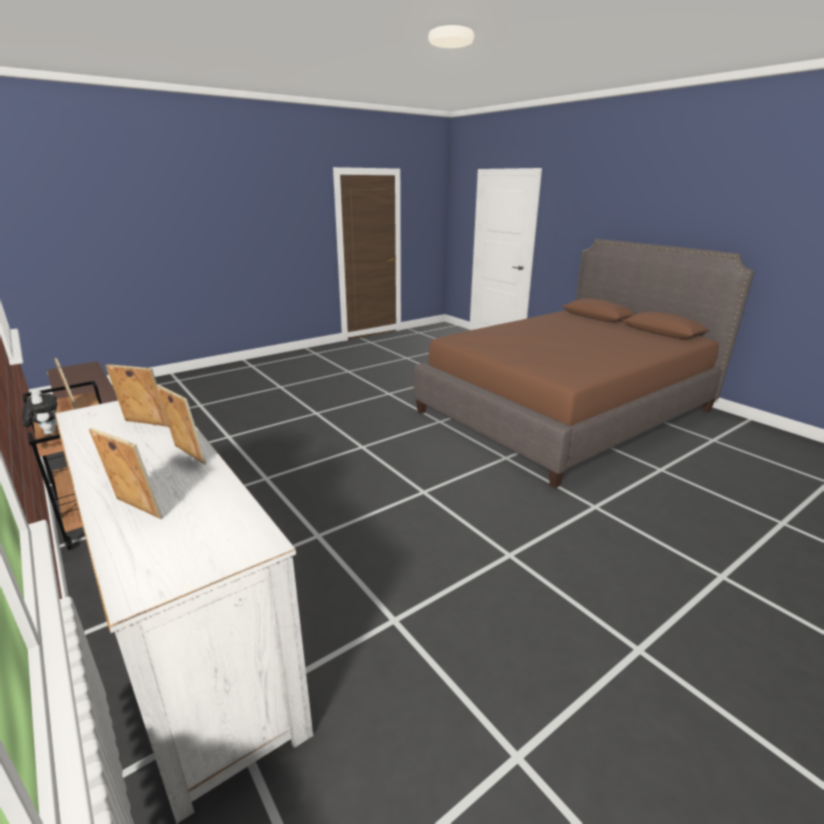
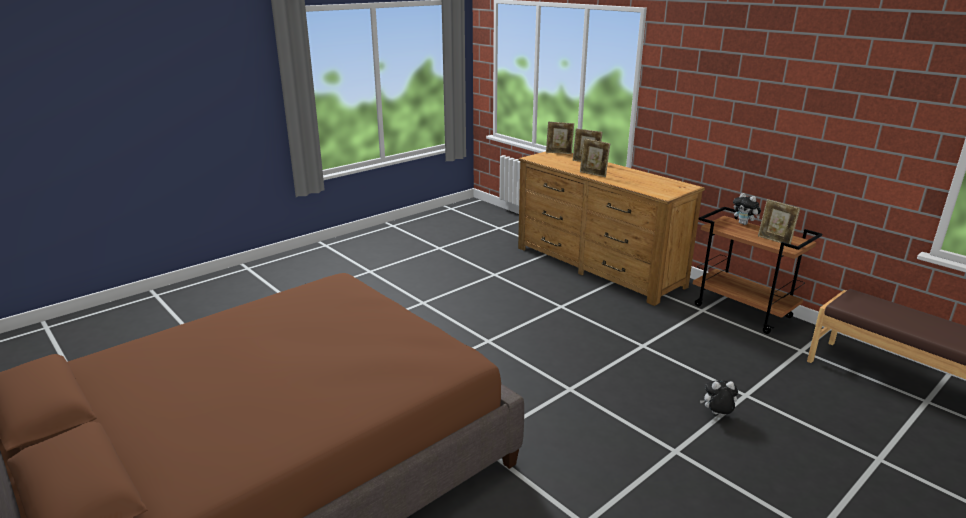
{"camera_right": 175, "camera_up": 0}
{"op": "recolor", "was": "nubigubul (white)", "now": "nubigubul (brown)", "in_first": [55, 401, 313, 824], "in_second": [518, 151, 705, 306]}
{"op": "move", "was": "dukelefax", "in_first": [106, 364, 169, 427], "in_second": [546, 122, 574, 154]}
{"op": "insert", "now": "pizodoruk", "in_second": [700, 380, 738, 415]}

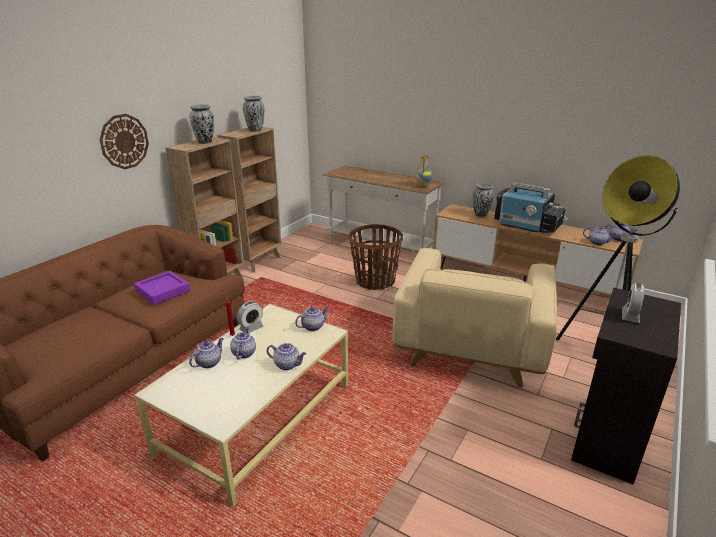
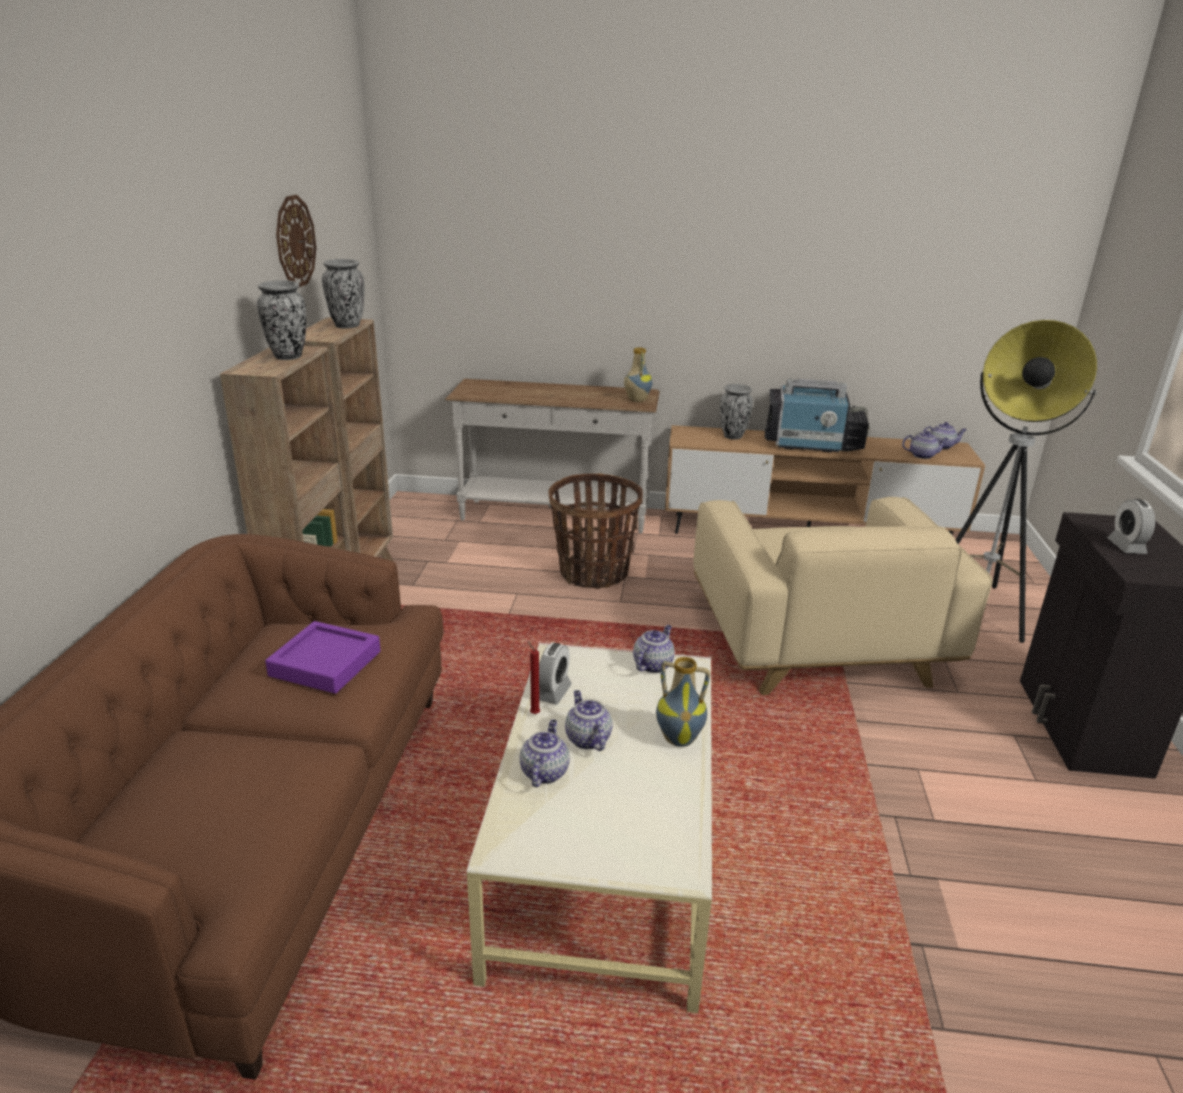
{"camera_right": -25, "camera_up": 0}
{"op": "move", "was": "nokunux", "in_first": [100, 114, 149, 169], "in_second": [276, 195, 316, 287]}
{"op": "replace", "was": "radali", "now": "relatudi", "in_first": [267, 343, 306, 370], "in_second": [656, 657, 710, 747]}

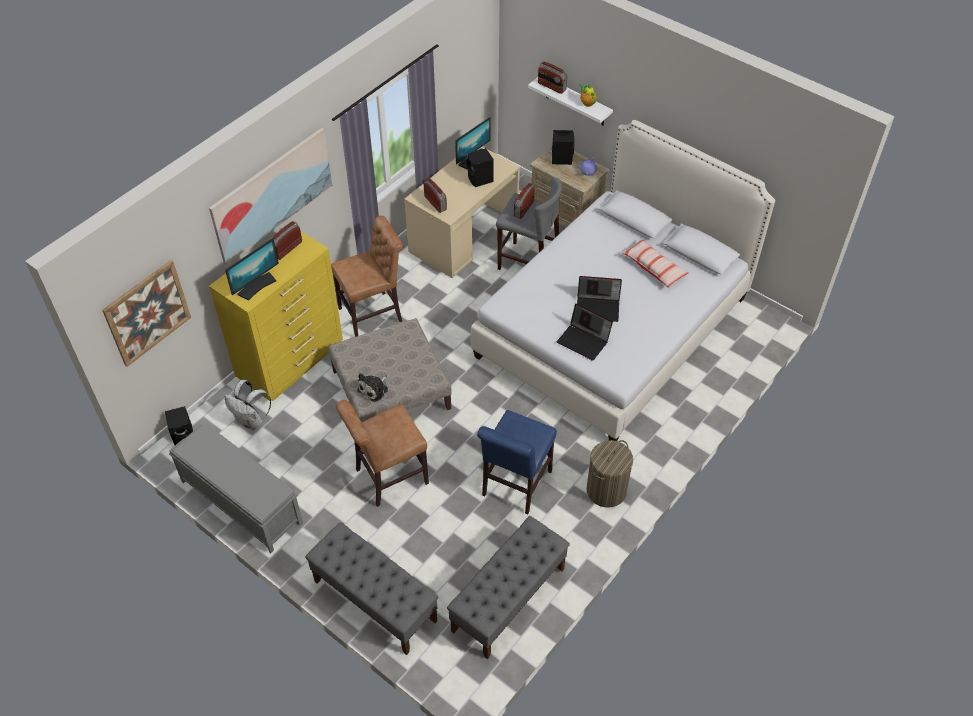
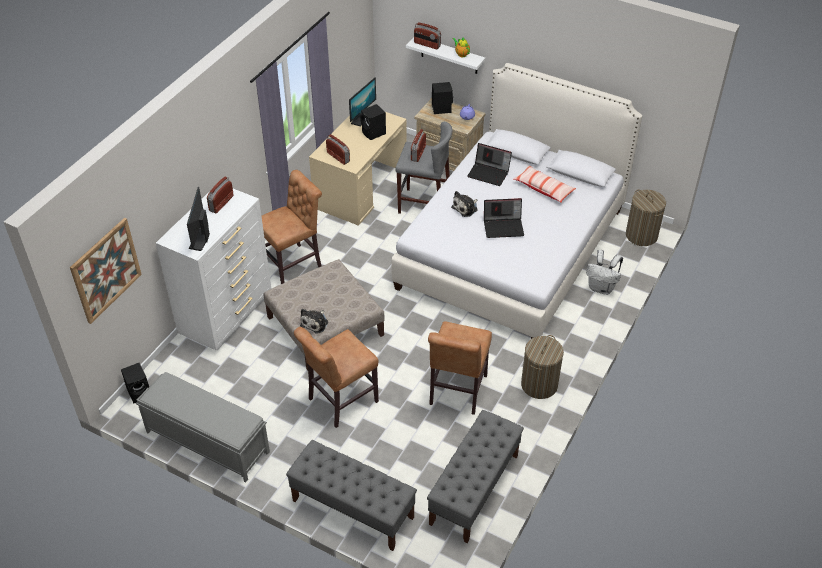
{"camera_right": -10, "camera_up": -5}
{"op": "recolor", "was": "nubigubul (yellow)", "now": "nubigubul (white)", "in_first": [209, 231, 343, 401], "in_second": [156, 189, 272, 351]}
{"op": "rotate", "was": "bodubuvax", "in_first": [225, 238, 279, 301], "in_second": [187, 187, 210, 251], "clockwise": 150}
{"op": "recolor", "was": "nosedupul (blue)", "now": "nosedupul (brown)", "in_first": [477, 410, 557, 514], "in_second": [428, 321, 492, 415]}
{"op": "insert", "now": "pizodoruk", "in_second": [451, 191, 478, 217]}
{"op": "move", "was": "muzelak", "in_first": [557, 304, 613, 361], "in_second": [467, 143, 512, 186]}
{"op": "move", "was": "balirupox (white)", "in_first": [224, 380, 271, 430], "in_second": [586, 250, 623, 295]}
{"op": "insert", "now": "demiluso", "in_second": [626, 190, 666, 246]}
{"op": "delete", "was": "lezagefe", "in_first": [209, 128, 332, 265]}

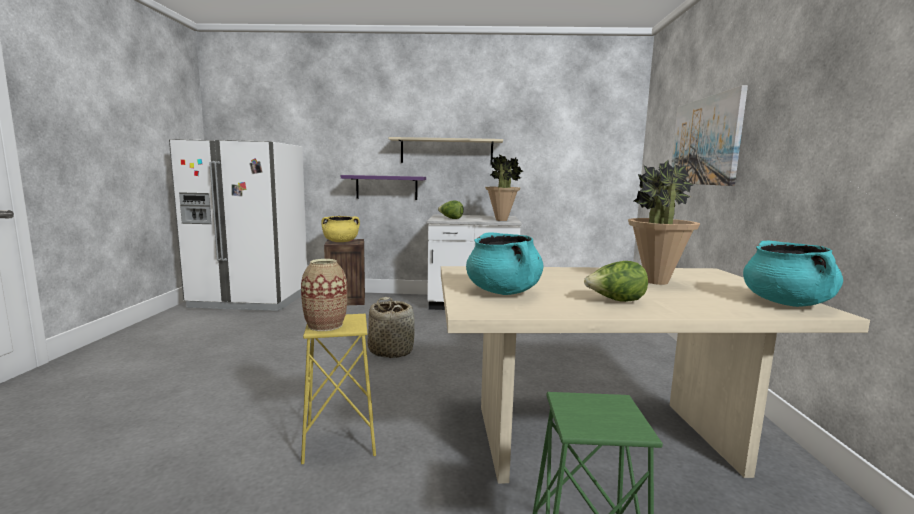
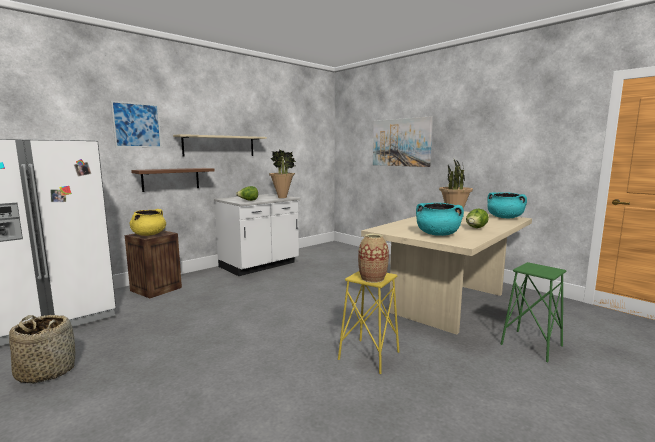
{"camera_right": -45, "camera_up": 0}
{"op": "move", "was": "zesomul", "in_first": [367, 297, 415, 358], "in_second": [9, 315, 75, 384]}
{"op": "insert", "now": "lezagefe", "in_second": [111, 101, 162, 148]}
{"op": "recolor", "was": "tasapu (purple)", "now": "tasapu (brown)", "in_first": [341, 175, 426, 200], "in_second": [131, 168, 214, 192]}

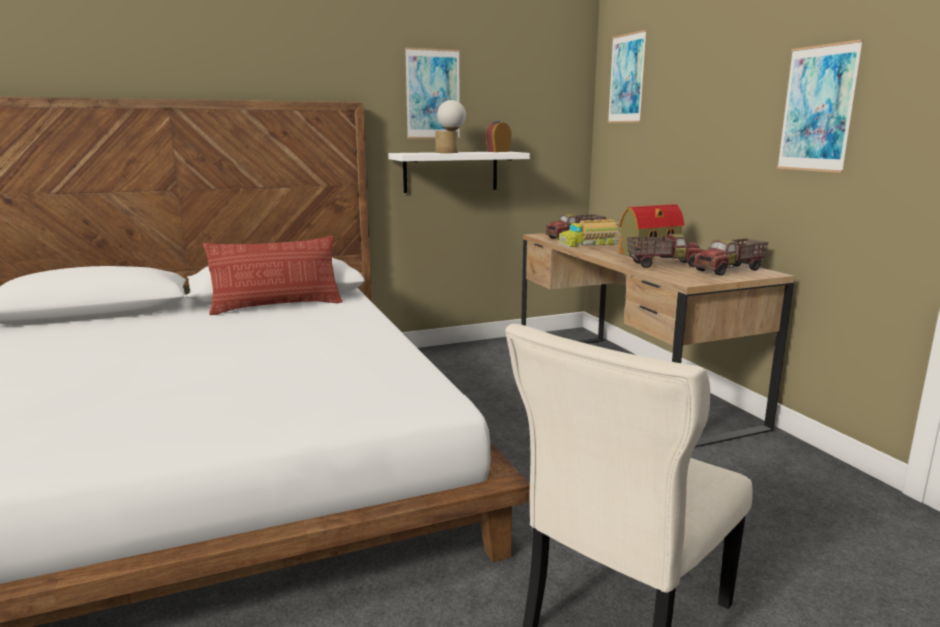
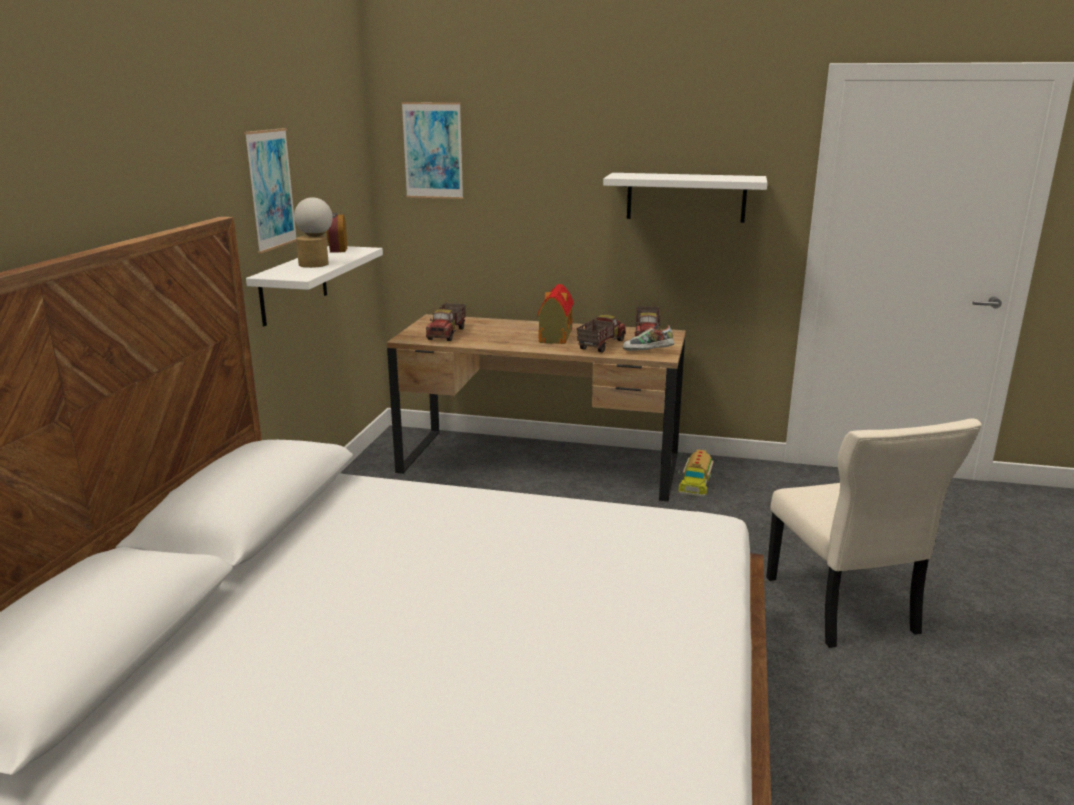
{"camera_right": -55, "camera_up": 5}
{"op": "replace", "was": "lezagefe", "now": "tasapu (white)", "in_first": [777, 39, 864, 173], "in_second": [603, 173, 767, 223]}
{"op": "insert", "now": "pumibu", "in_second": [623, 324, 674, 351]}
{"op": "move", "was": "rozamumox", "in_first": [559, 219, 620, 247], "in_second": [678, 449, 714, 497]}
{"op": "delete", "was": "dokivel", "in_first": [203, 236, 343, 315]}

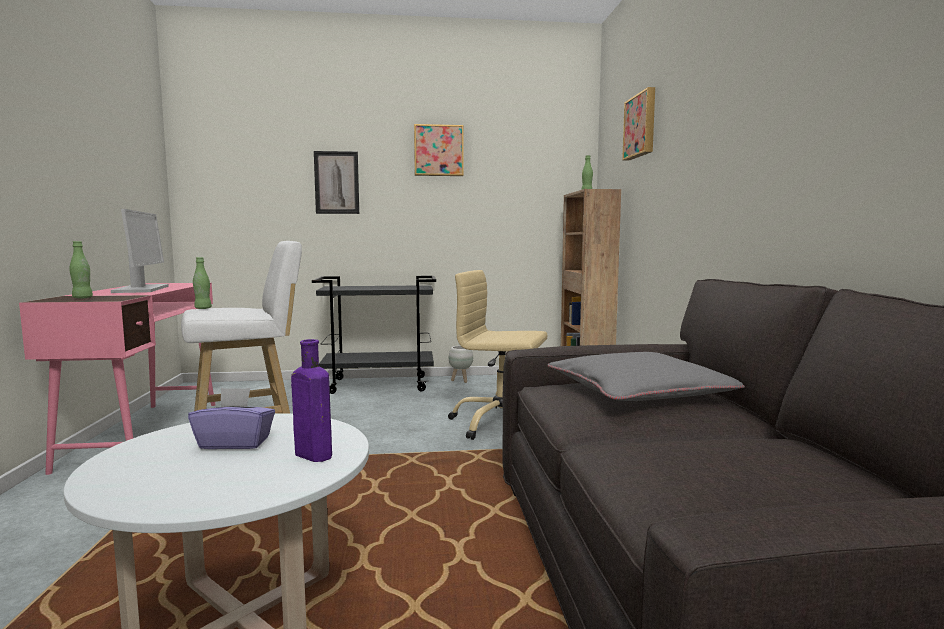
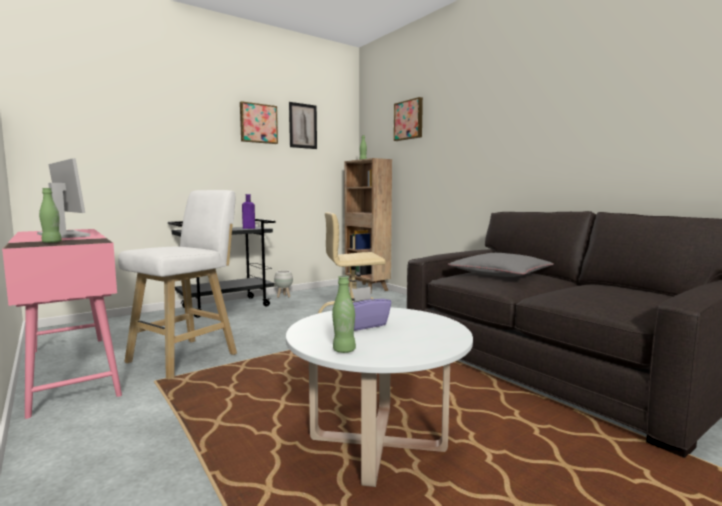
{"camera_right": -30, "camera_up": 0}
{"op": "move", "was": "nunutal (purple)", "in_first": [291, 339, 332, 462], "in_second": [242, 194, 255, 229]}
{"op": "move", "was": "lezagefe", "in_first": [314, 151, 359, 214], "in_second": [289, 102, 317, 149]}
{"op": "move", "was": "nunutal (green)", "in_first": [193, 257, 212, 309], "in_second": [332, 276, 356, 353]}

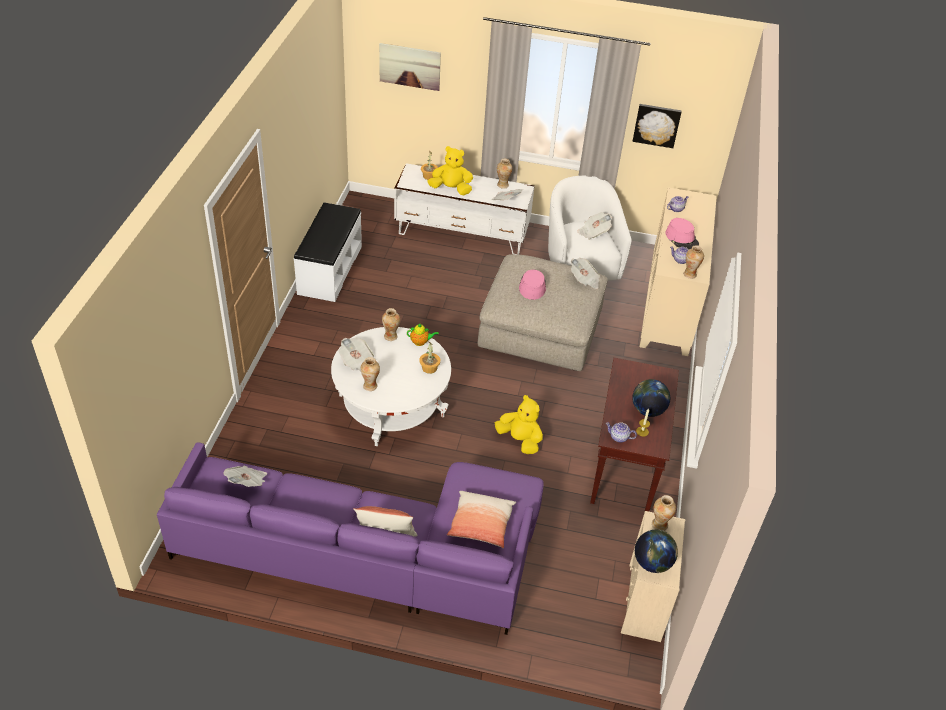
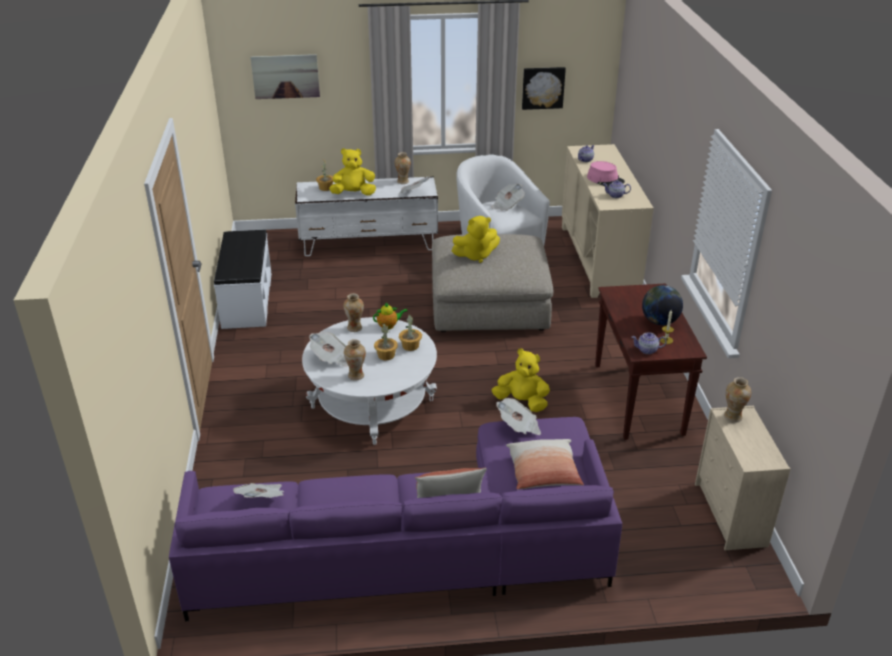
{"camera_right": -15, "camera_up": -10}
{"op": "insert", "now": "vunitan", "in_second": [374, 323, 398, 361]}
{"op": "replace", "was": "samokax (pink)", "now": "pizodoruk (yellow)", "in_first": [519, 270, 546, 300], "in_second": [452, 216, 500, 263]}
{"op": "move", "was": "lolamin", "in_first": [571, 258, 600, 289], "in_second": [496, 398, 541, 435]}
{"op": "delete", "was": "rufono", "in_first": [635, 529, 678, 573]}
{"op": "delete", "was": "relatudi", "in_first": [683, 245, 704, 279]}

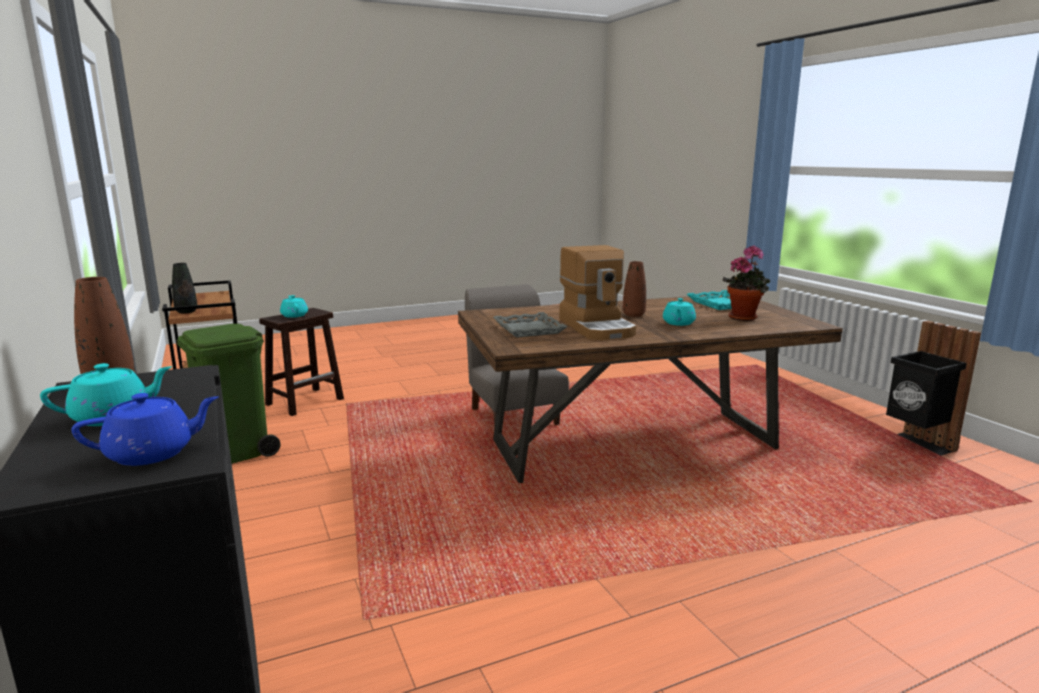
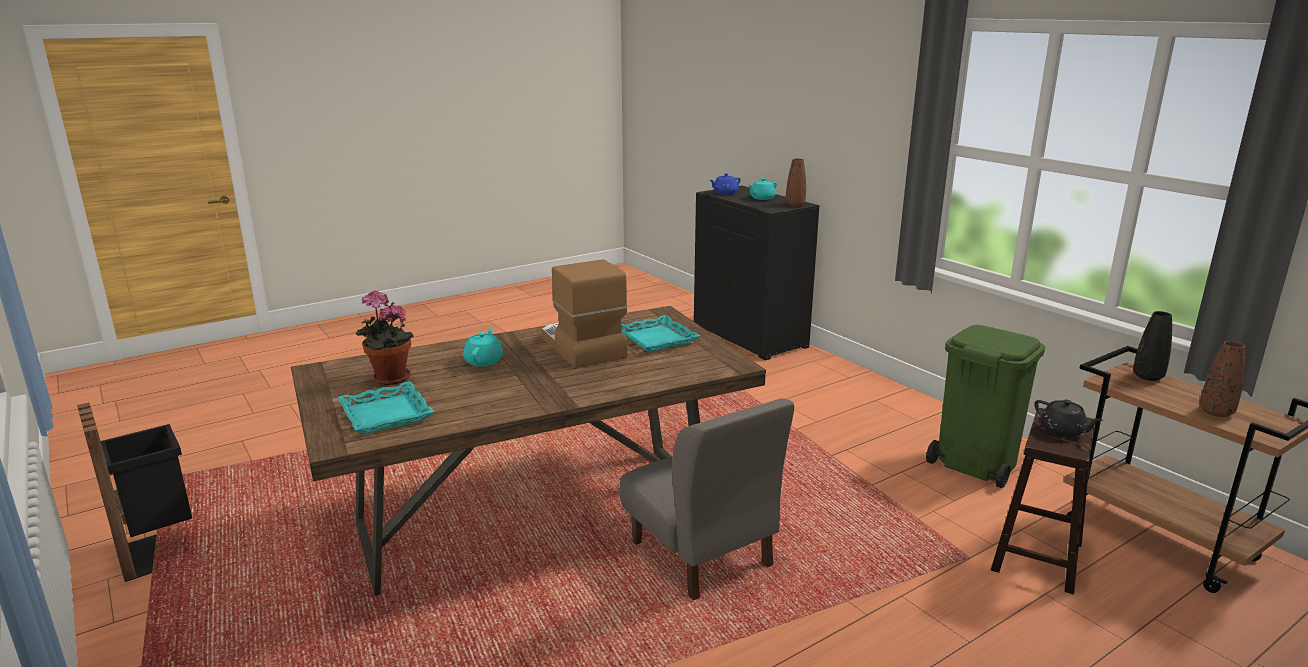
{"camera_right": 170, "camera_up": 5}
{"op": "recolor", "was": "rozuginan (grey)", "now": "rozuginan (turquoise)", "in_first": [493, 312, 567, 338], "in_second": [622, 315, 700, 352]}
{"op": "recolor", "was": "radali (turquoise)", "now": "radali (black)", "in_first": [280, 295, 308, 318], "in_second": [1034, 400, 1103, 437]}
{"op": "move", "was": "relatudi (brown)", "in_first": [623, 261, 646, 317], "in_second": [1200, 341, 1245, 417]}

